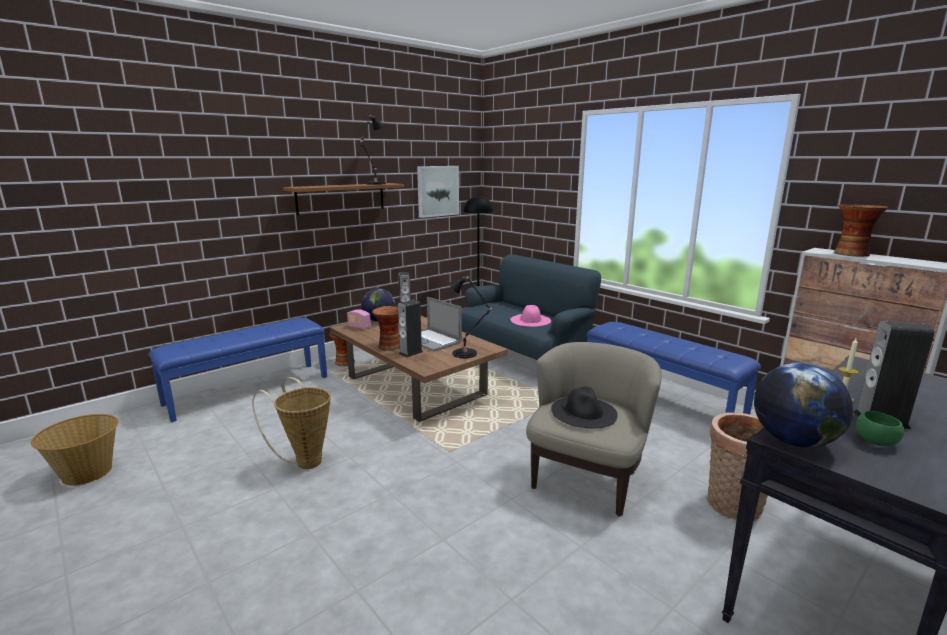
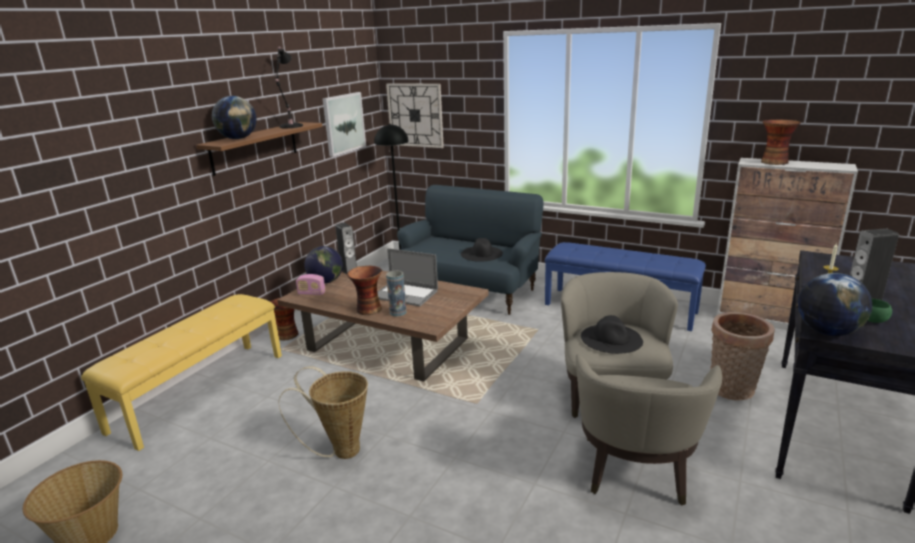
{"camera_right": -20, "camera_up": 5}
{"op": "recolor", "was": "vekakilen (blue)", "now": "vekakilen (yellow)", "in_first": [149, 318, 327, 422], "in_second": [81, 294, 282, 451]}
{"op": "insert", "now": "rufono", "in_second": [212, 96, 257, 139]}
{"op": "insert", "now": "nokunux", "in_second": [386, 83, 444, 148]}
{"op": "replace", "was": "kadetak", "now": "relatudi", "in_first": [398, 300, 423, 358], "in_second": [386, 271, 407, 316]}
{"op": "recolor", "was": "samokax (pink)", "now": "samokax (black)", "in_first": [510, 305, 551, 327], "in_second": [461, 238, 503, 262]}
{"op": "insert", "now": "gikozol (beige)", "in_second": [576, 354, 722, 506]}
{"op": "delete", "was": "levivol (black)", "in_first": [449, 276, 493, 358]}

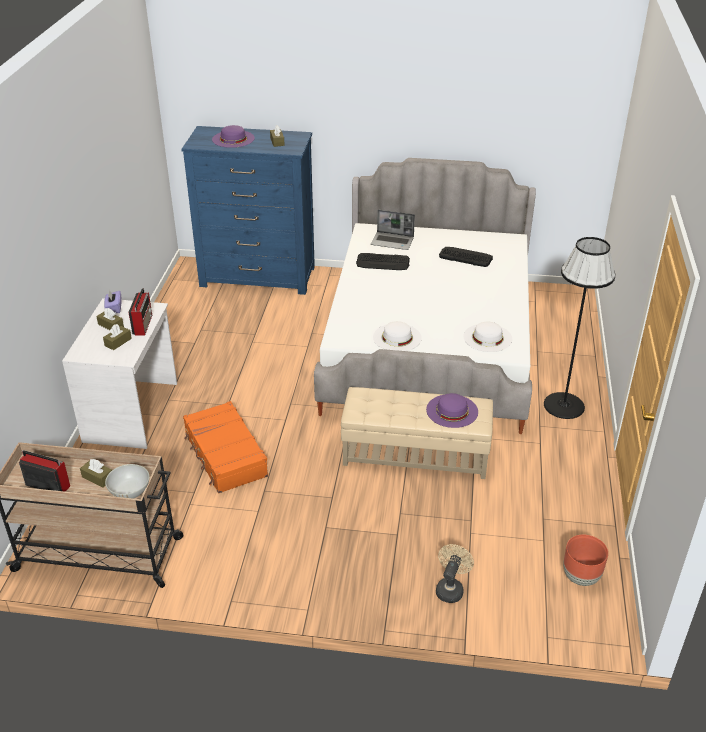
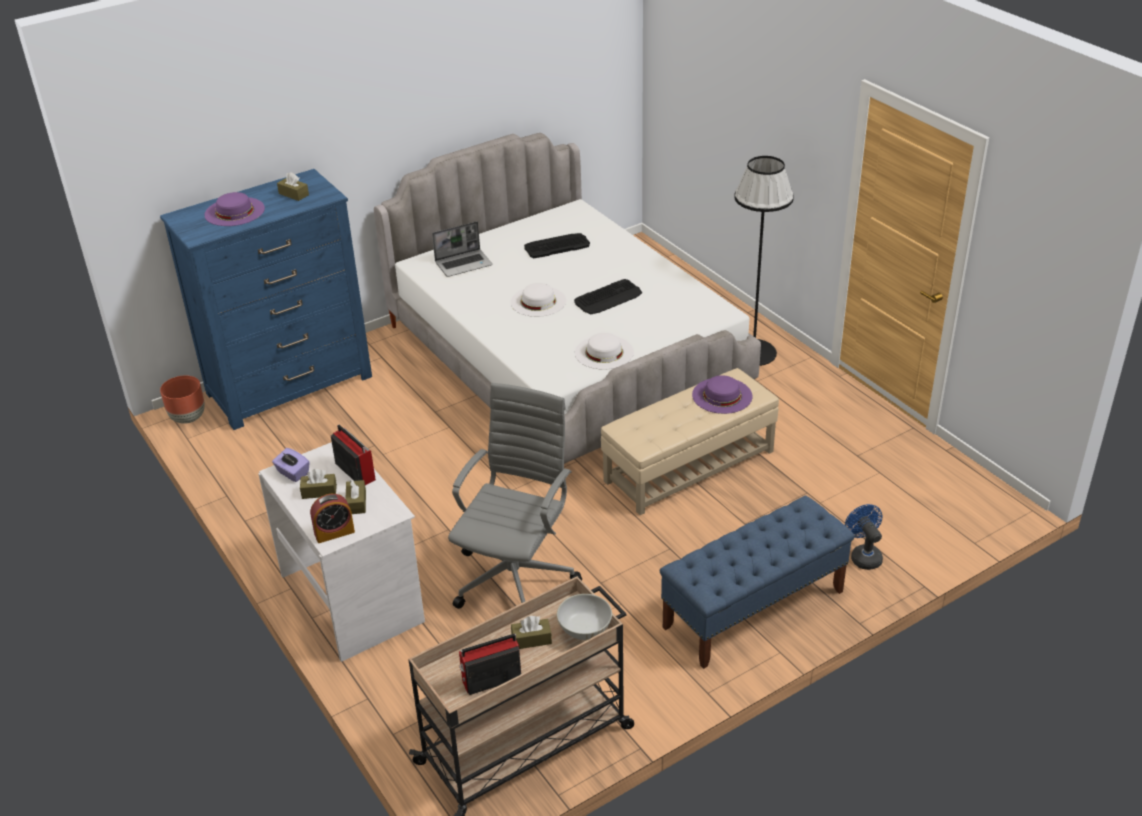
{"camera_right": -40, "camera_up": 0}
{"op": "move", "was": "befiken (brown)", "in_first": [563, 535, 608, 586], "in_second": [160, 375, 205, 424]}
{"op": "insert", "now": "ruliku", "in_second": [310, 494, 355, 543]}
{"op": "replace", "was": "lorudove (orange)", "now": "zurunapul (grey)", "in_first": [183, 401, 268, 493], "in_second": [448, 383, 582, 609]}
{"op": "move", "was": "samokax (white)", "in_first": [463, 322, 512, 352], "in_second": [510, 283, 566, 317]}
{"op": "move", "was": "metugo", "in_first": [356, 253, 410, 270], "in_second": [574, 279, 642, 315]}
{"op": "insert", "now": "vekakilen (blue)", "in_second": [660, 496, 855, 669]}
{"op": "recolor", "was": "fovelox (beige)", "now": "fovelox (blue)", "in_first": [436, 544, 474, 603], "in_second": [845, 504, 883, 570]}

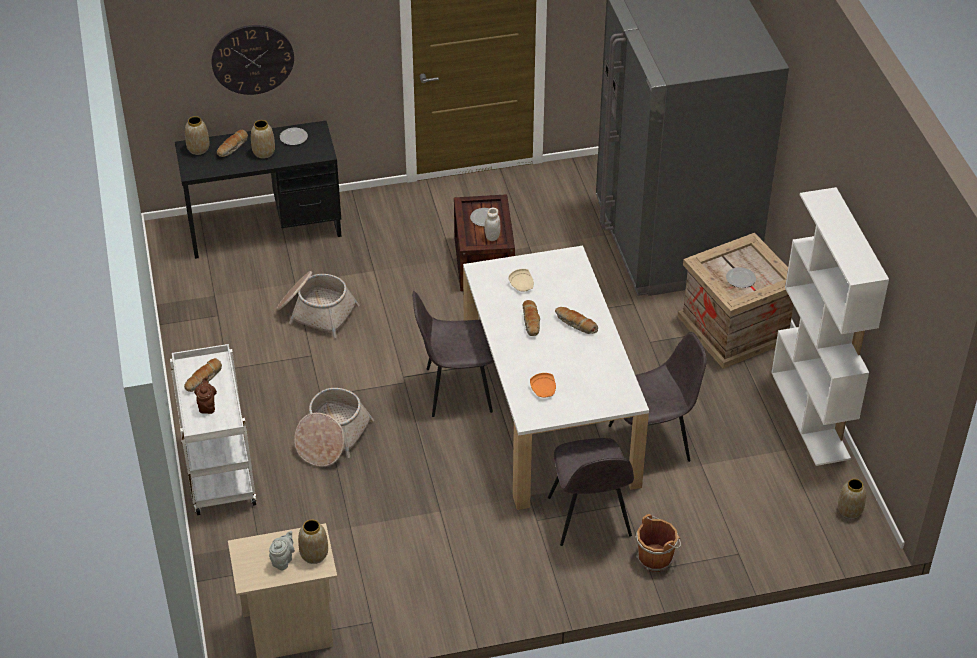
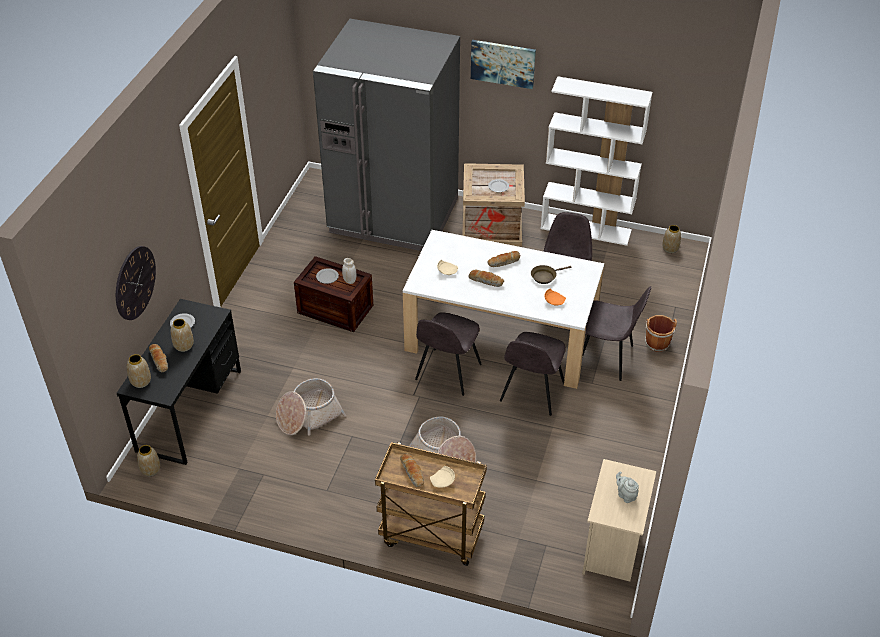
{"camera_right": -60, "camera_up": 0}
{"op": "move", "was": "relatudi", "in_first": [298, 519, 328, 564], "in_second": [137, 445, 160, 476]}
{"op": "recolor", "was": "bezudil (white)", "now": "bezudil (brown)", "in_first": [170, 344, 257, 515], "in_second": [375, 442, 487, 566]}
{"op": "replace", "was": "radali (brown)", "now": "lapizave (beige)", "in_first": [194, 376, 217, 414], "in_second": [430, 466, 455, 487]}
{"op": "insert", "now": "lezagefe", "in_second": [471, 40, 536, 89]}
{"op": "insert", "now": "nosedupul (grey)", "in_second": [500, 332, 565, 416]}
{"op": "insert", "now": "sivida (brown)", "in_second": [531, 265, 571, 284]}

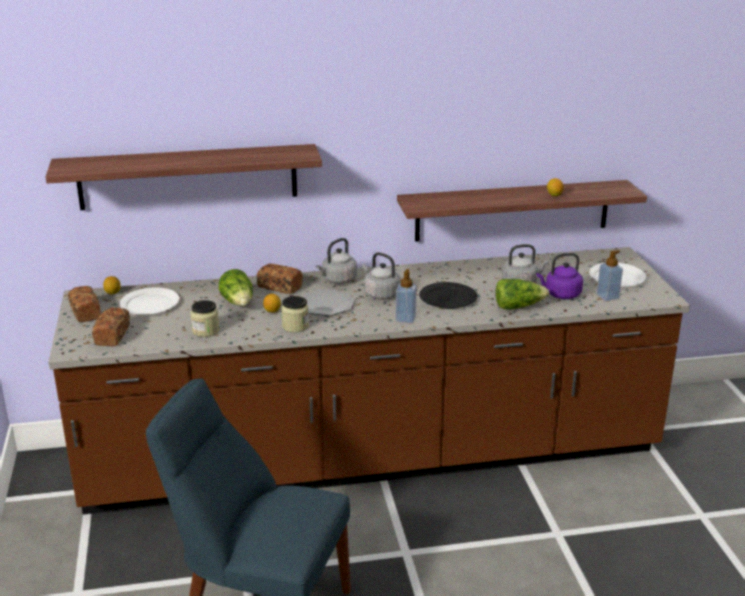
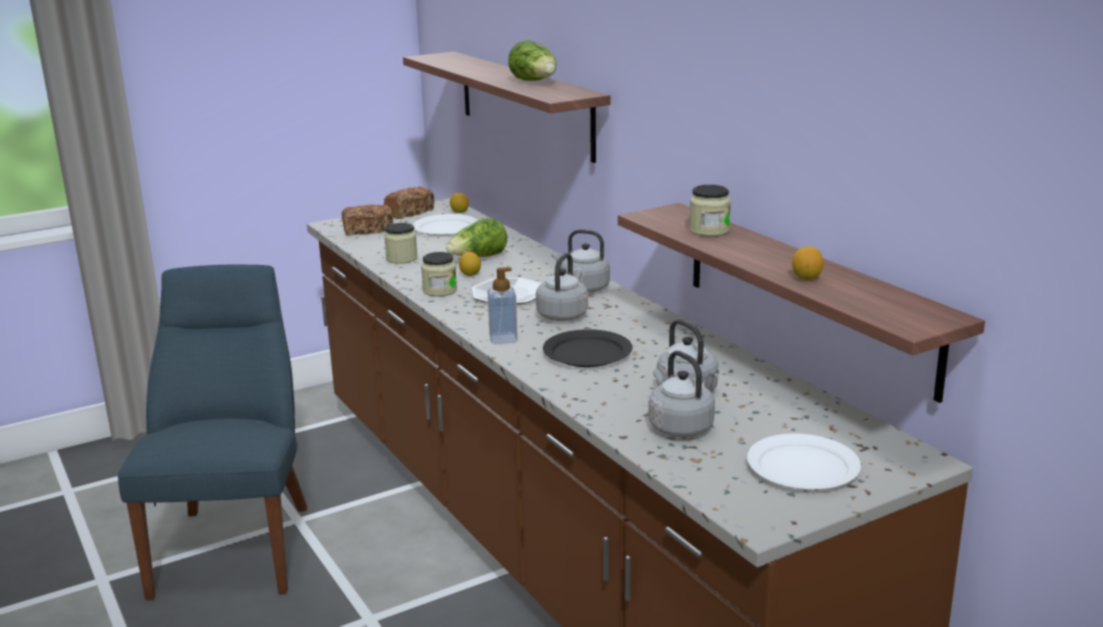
{"camera_right": 70, "camera_up": -5}
{"op": "move", "was": "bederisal", "in_first": [495, 279, 549, 310], "in_second": [508, 40, 557, 81]}
{"op": "recolor", "was": "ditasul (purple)", "now": "ditasul (grey)", "in_first": [536, 253, 583, 299], "in_second": [649, 351, 715, 437]}
{"op": "insert", "now": "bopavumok", "in_second": [689, 185, 731, 237]}
{"op": "delete", "was": "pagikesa", "in_first": [257, 264, 303, 294]}
{"op": "delete", "was": "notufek", "in_first": [597, 250, 623, 301]}

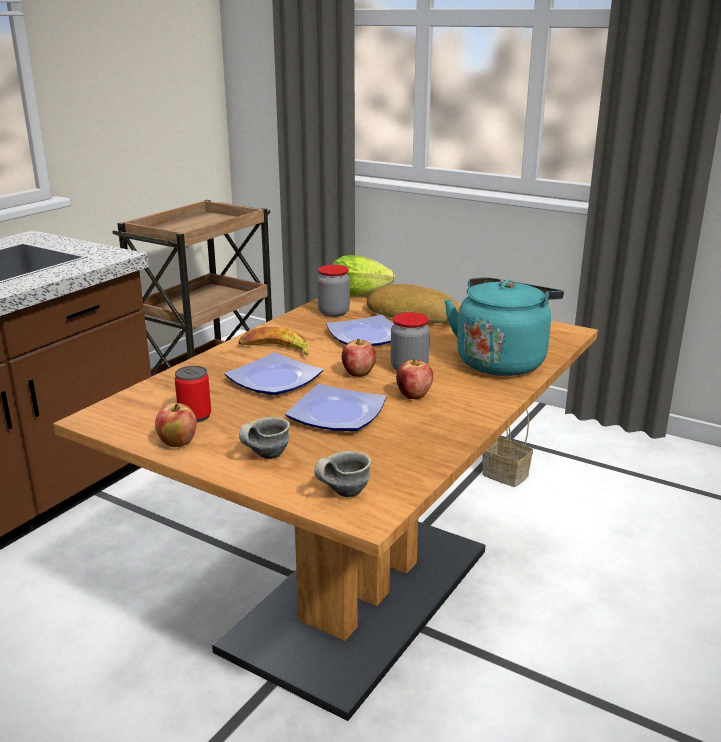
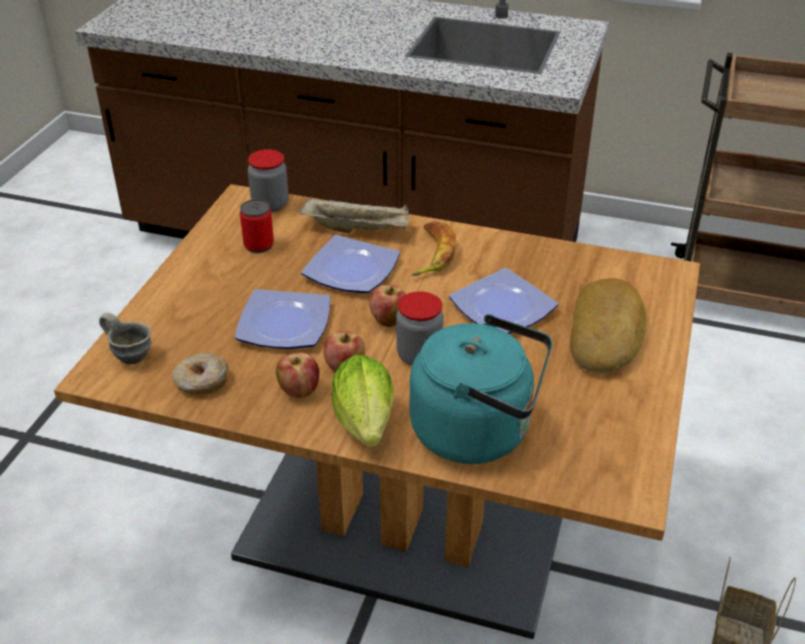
{"camera_right": 75, "camera_up": 15}
{"op": "insert", "now": "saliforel", "in_second": [172, 353, 229, 395]}
{"op": "move", "was": "bopavumok", "in_first": [317, 265, 350, 317], "in_second": [248, 149, 289, 212]}
{"op": "move", "was": "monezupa", "in_first": [155, 403, 197, 447], "in_second": [276, 352, 319, 398]}
{"op": "insert", "now": "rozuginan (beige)", "in_second": [300, 197, 409, 233]}
{"op": "move", "was": "bederisal", "in_first": [332, 255, 395, 296], "in_second": [331, 355, 394, 447]}
{"op": "delete", "was": "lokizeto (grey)", "in_first": [239, 417, 290, 459]}

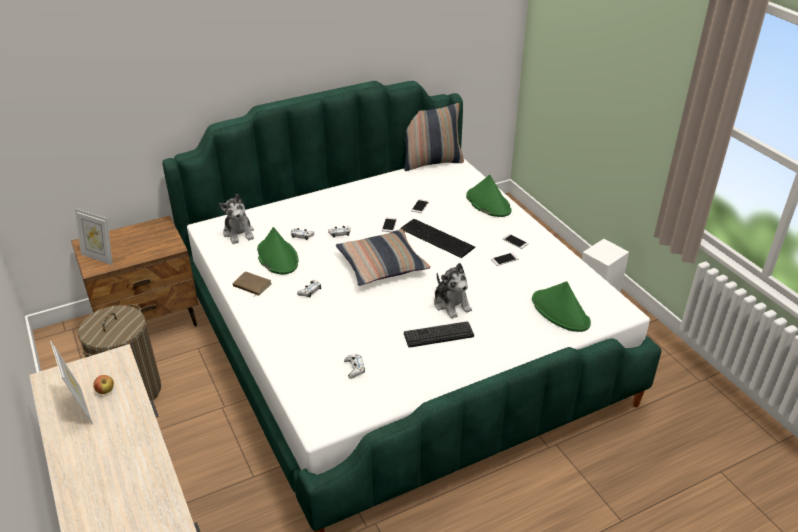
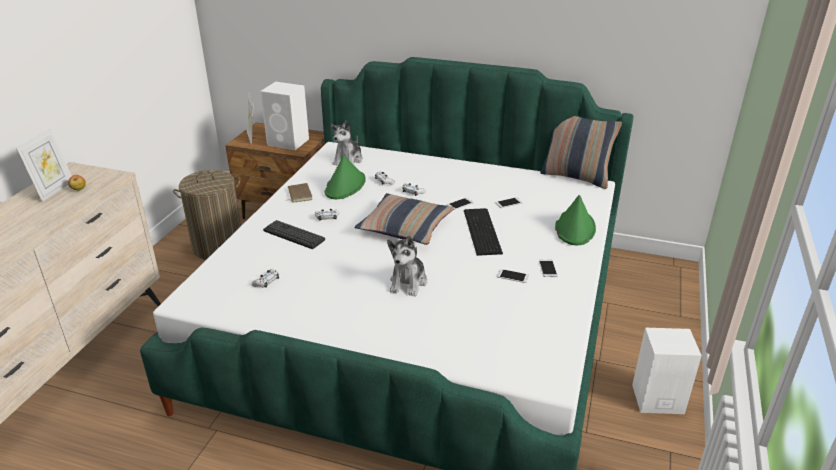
{"camera_right": 45, "camera_up": -5}
{"op": "insert", "now": "kadetak (white)", "in_second": [260, 82, 309, 150]}
{"op": "move", "was": "metugo", "in_first": [404, 321, 474, 348], "in_second": [263, 220, 325, 249]}
{"op": "delete", "was": "samokax (green)", "in_first": [532, 281, 591, 332]}

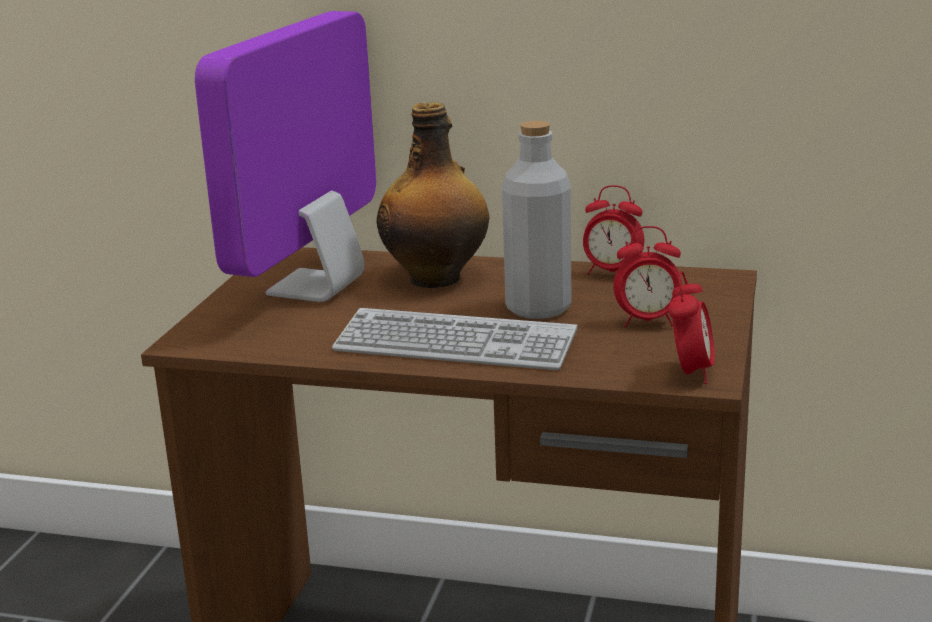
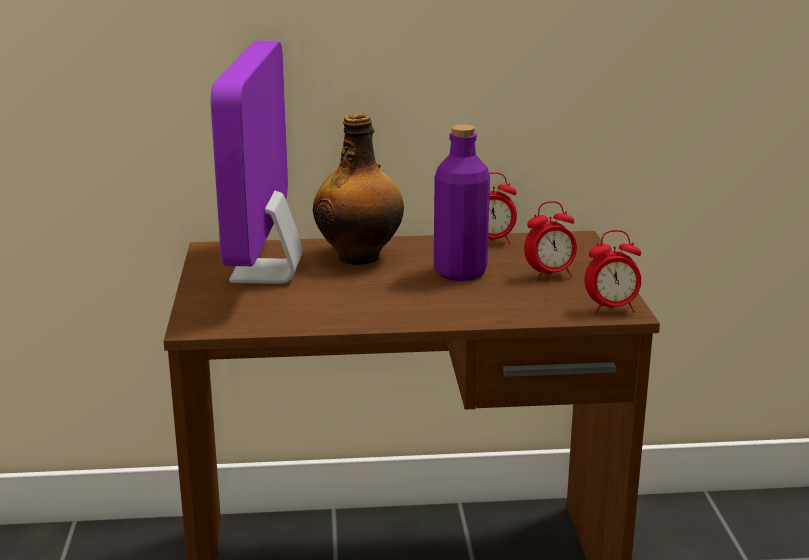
{"camera_right": -20, "camera_up": 0}
{"op": "recolor", "was": "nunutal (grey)", "now": "nunutal (purple)", "in_first": [502, 121, 571, 319], "in_second": [434, 125, 490, 281]}
{"op": "rotate", "was": "ruliku", "in_first": [668, 271, 715, 384], "in_second": [584, 230, 641, 314], "clockwise": 90}
{"op": "delete", "was": "metugo", "in_first": [332, 308, 577, 370]}

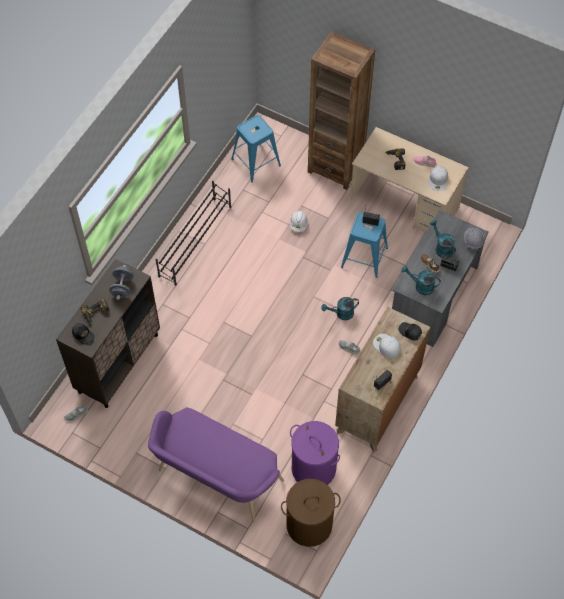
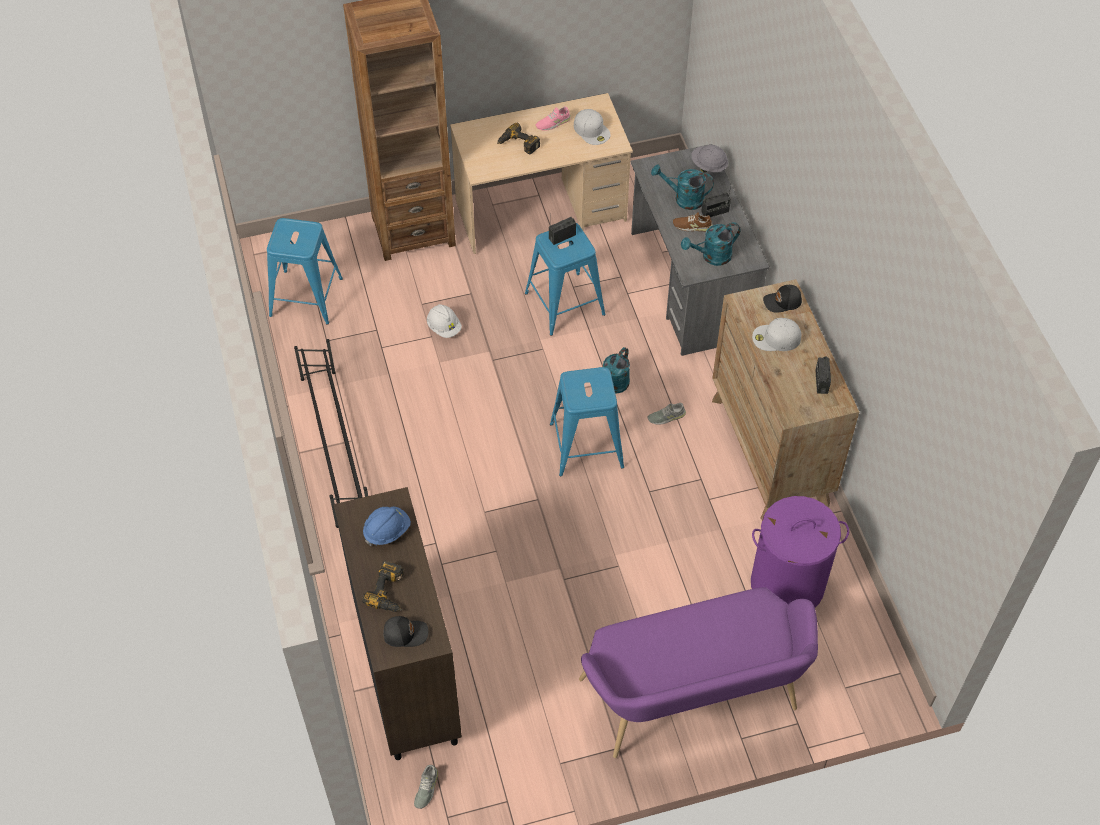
{"camera_right": -45, "camera_up": -5}
{"op": "replace", "was": "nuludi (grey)", "now": "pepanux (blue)", "in_first": [109, 265, 134, 300], "in_second": [363, 507, 411, 546]}
{"op": "insert", "now": "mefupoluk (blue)", "in_second": [550, 367, 624, 476]}
{"op": "delete", "was": "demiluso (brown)", "in_first": [281, 479, 341, 547]}

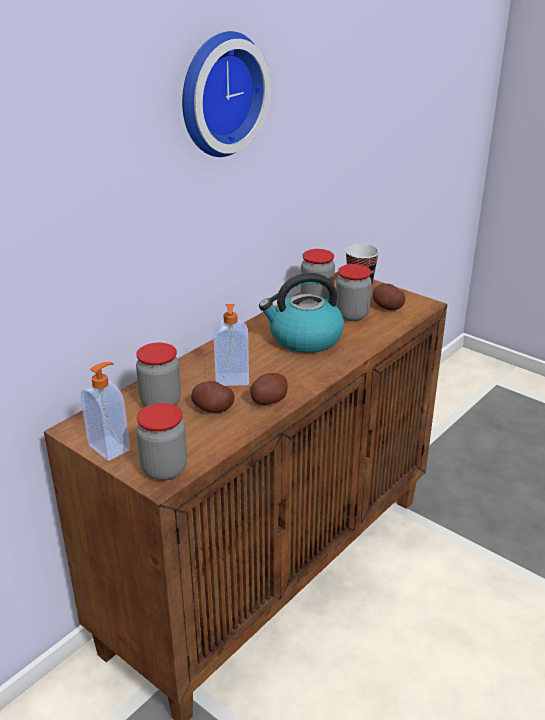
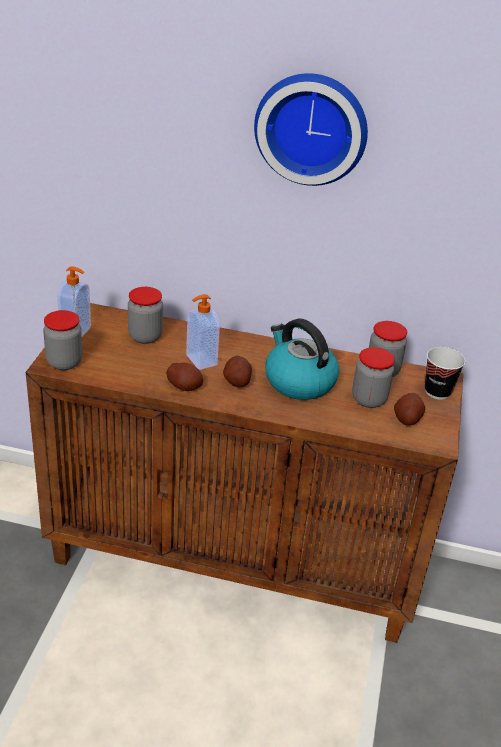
{"camera_right": 60, "camera_up": 5}
{"op": "move", "was": "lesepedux", "in_first": [191, 381, 235, 413], "in_second": [223, 356, 252, 387]}

